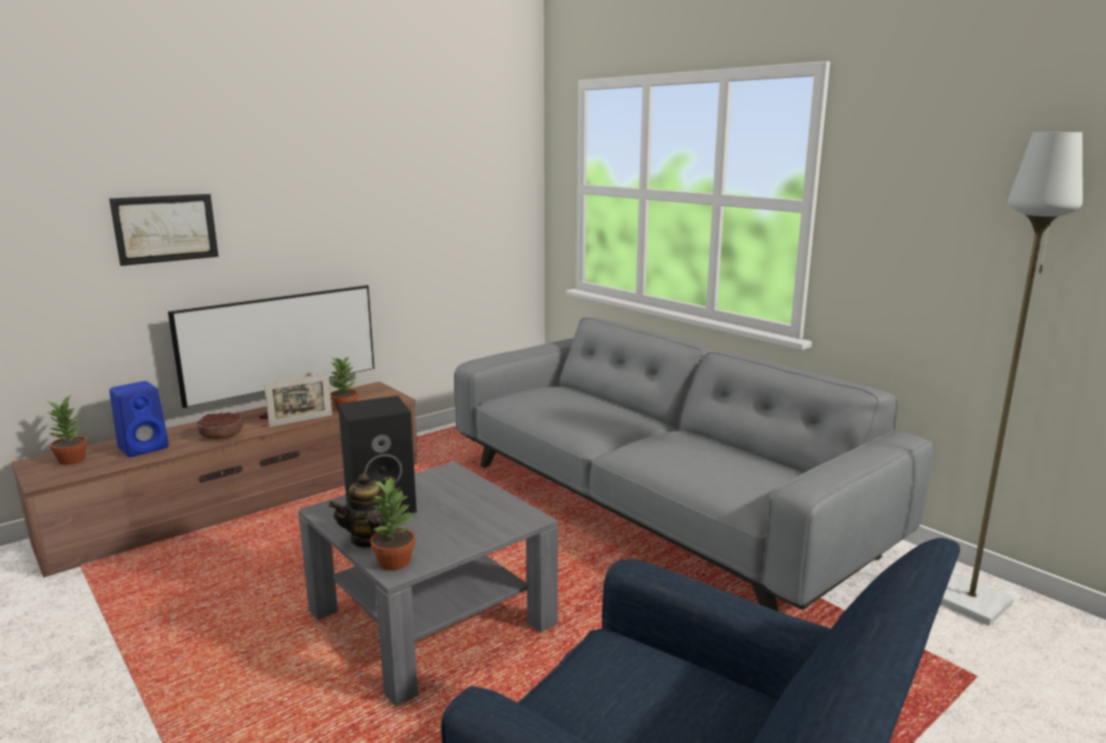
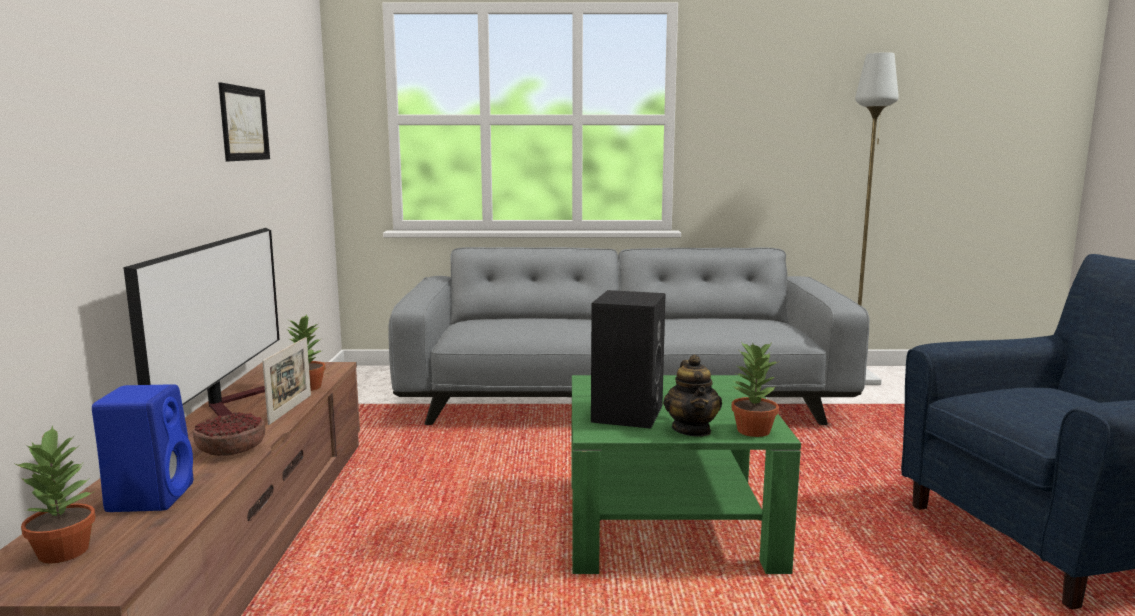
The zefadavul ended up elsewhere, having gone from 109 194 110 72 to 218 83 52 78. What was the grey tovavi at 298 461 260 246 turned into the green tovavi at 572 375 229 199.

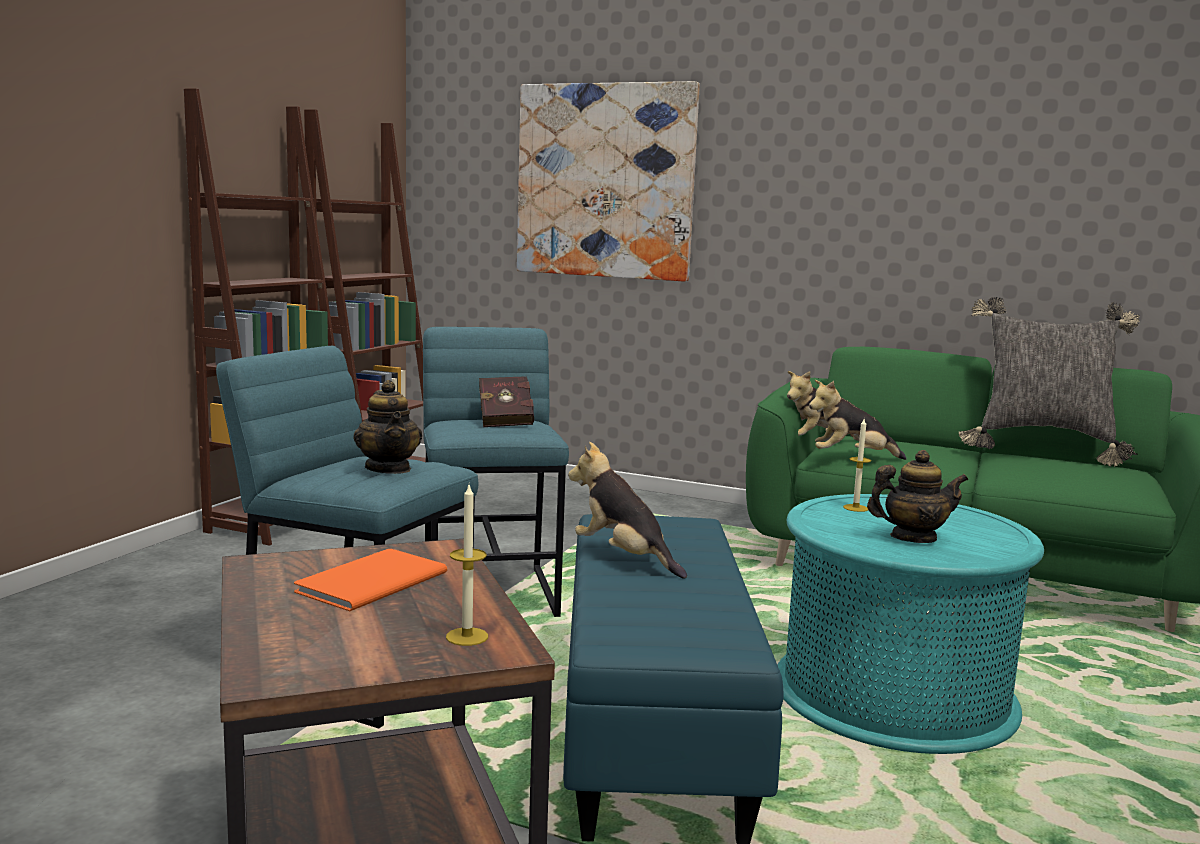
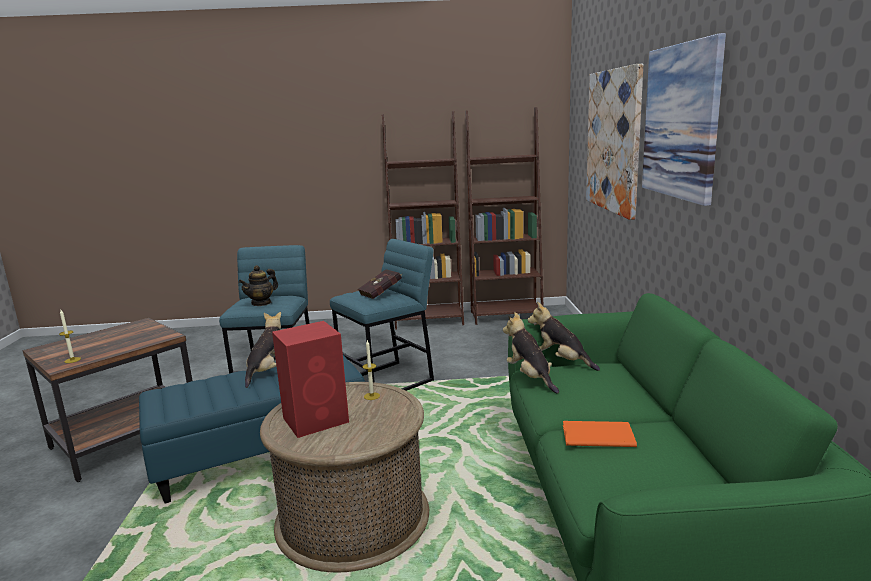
What was the turquoise tovavi at 777 494 267 260 turned into the brown tovavi at 260 382 169 191. Where the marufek stood at 867 450 101 93, the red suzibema came to stand at 272 321 77 117. The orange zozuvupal ended up elsewhere, having gone from 294 549 153 62 to 563 421 74 26. The second view gained the zefadavul at 642 33 84 173. The second view lost the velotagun at 958 297 182 170.

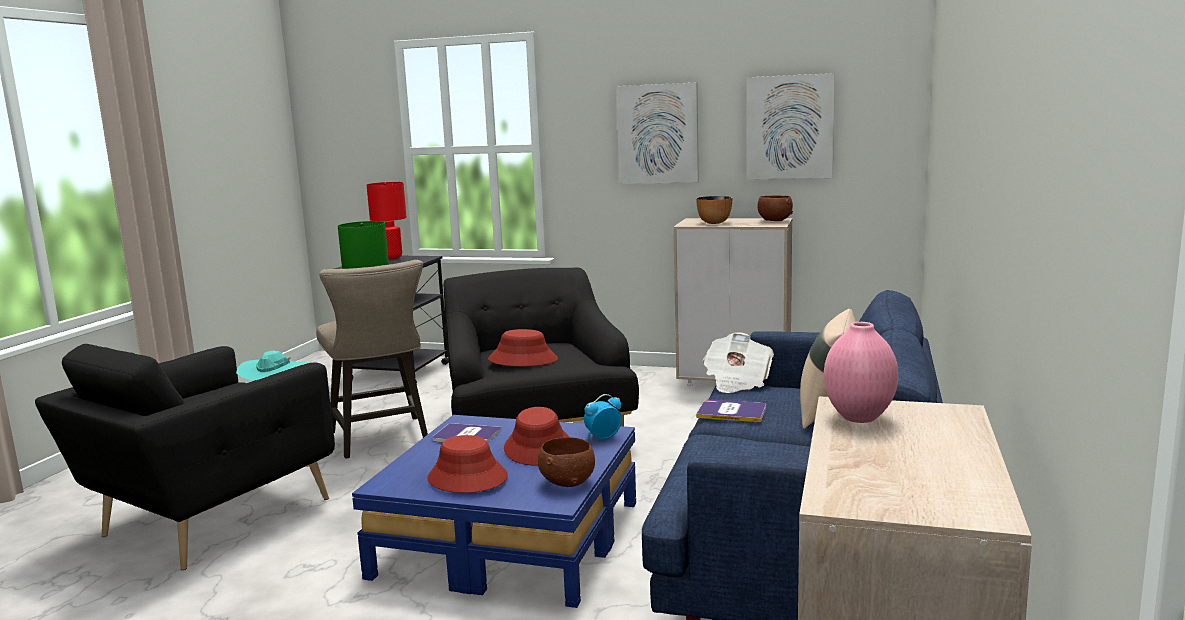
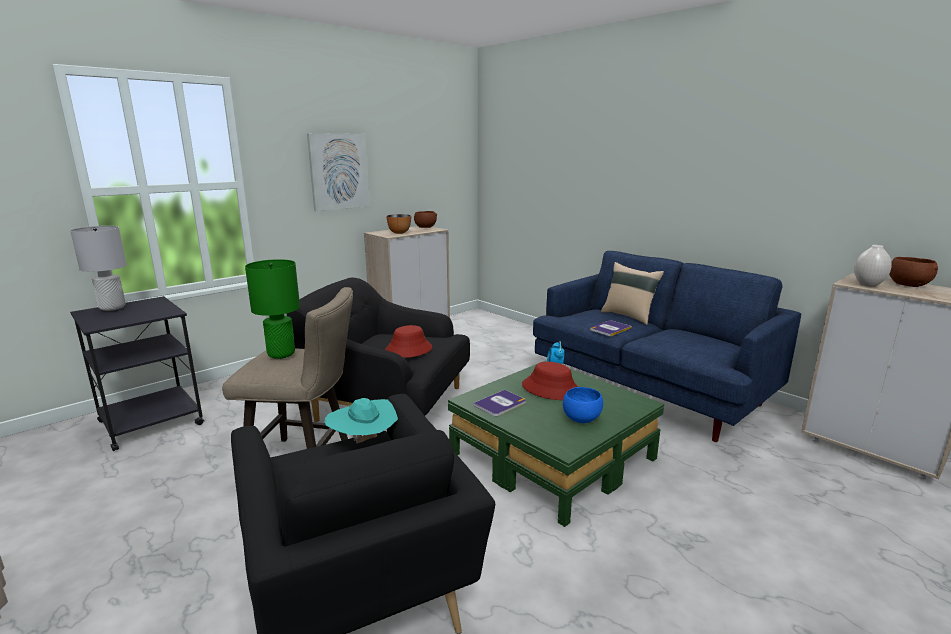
What was the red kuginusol at 367 182 40 77 turned into the grey kuginusol at 70 226 57 85. What was the blue tovavi at 352 415 284 193 turned into the green tovavi at 448 360 216 167. Where the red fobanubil stood at 427 435 81 58, the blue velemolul came to stand at 563 387 40 36. What was the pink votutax at 824 322 74 101 turned into the white votutax at 854 245 38 42. The brown velemolul ended up elsewhere, having gone from 538 437 57 50 to 889 257 49 30. The second view lost the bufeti at 703 332 71 61. The second view lost the zefadavul at 747 73 88 106.

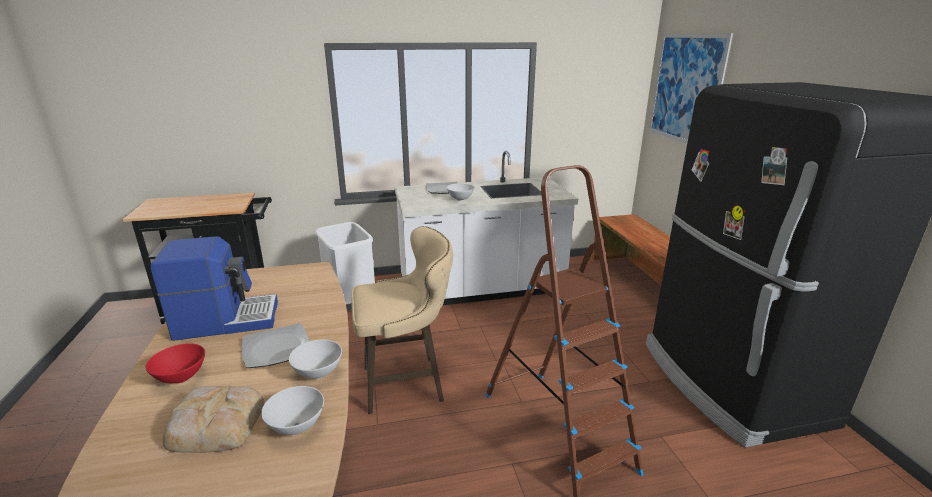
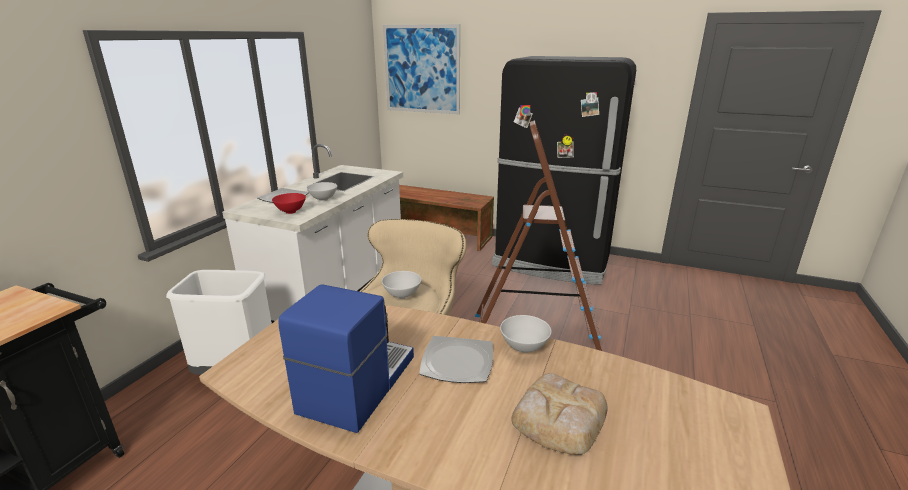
The red velemolul ended up elsewhere, having gone from 146 343 59 40 to 272 193 34 21. The white velemolul ended up elsewhere, having gone from 261 386 63 49 to 382 271 39 28.

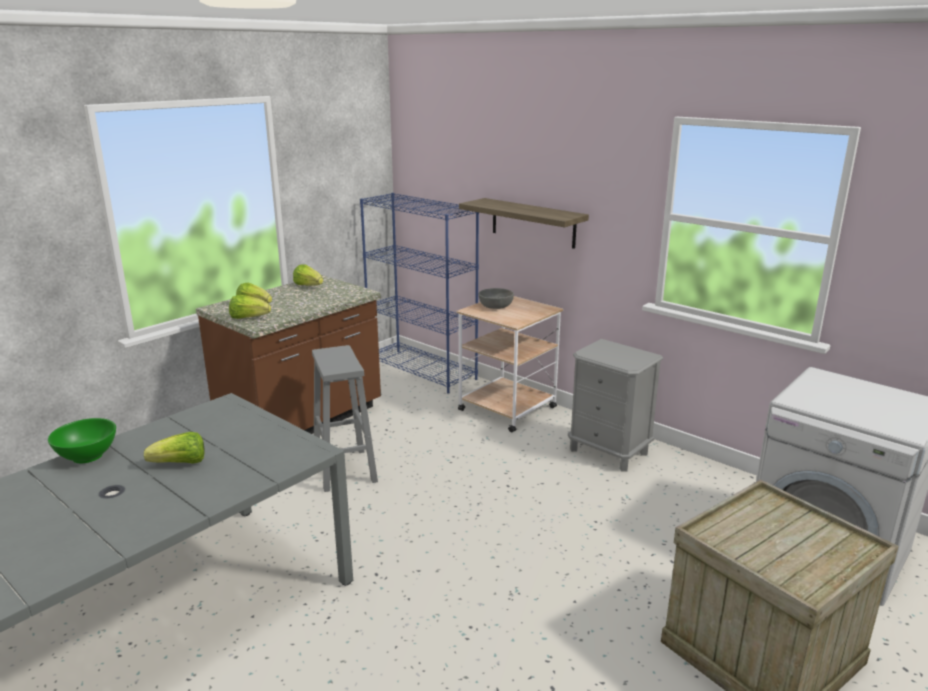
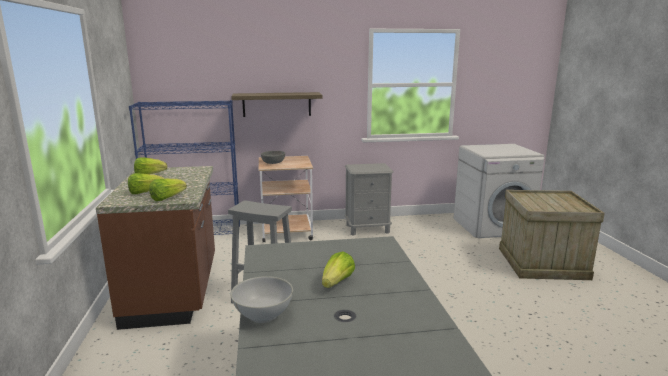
What was the green velemolul at 48 418 68 45 turned into the white velemolul at 231 276 62 47.

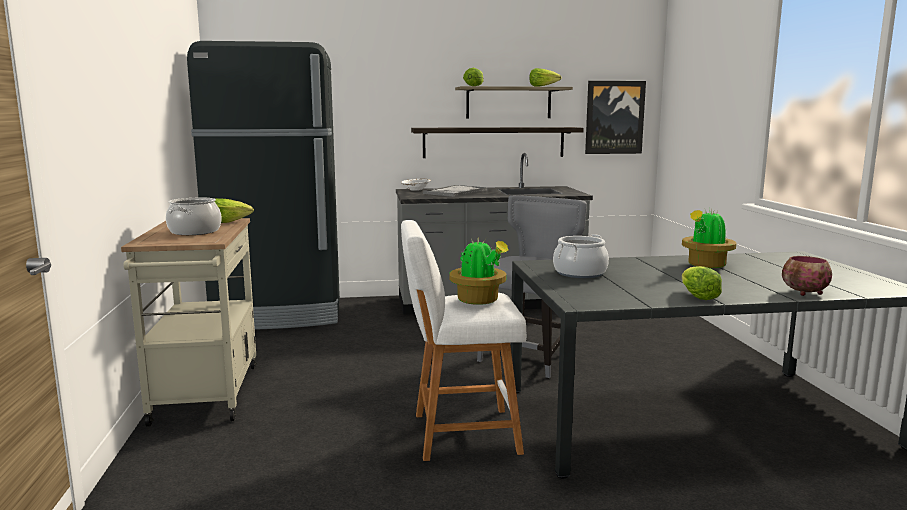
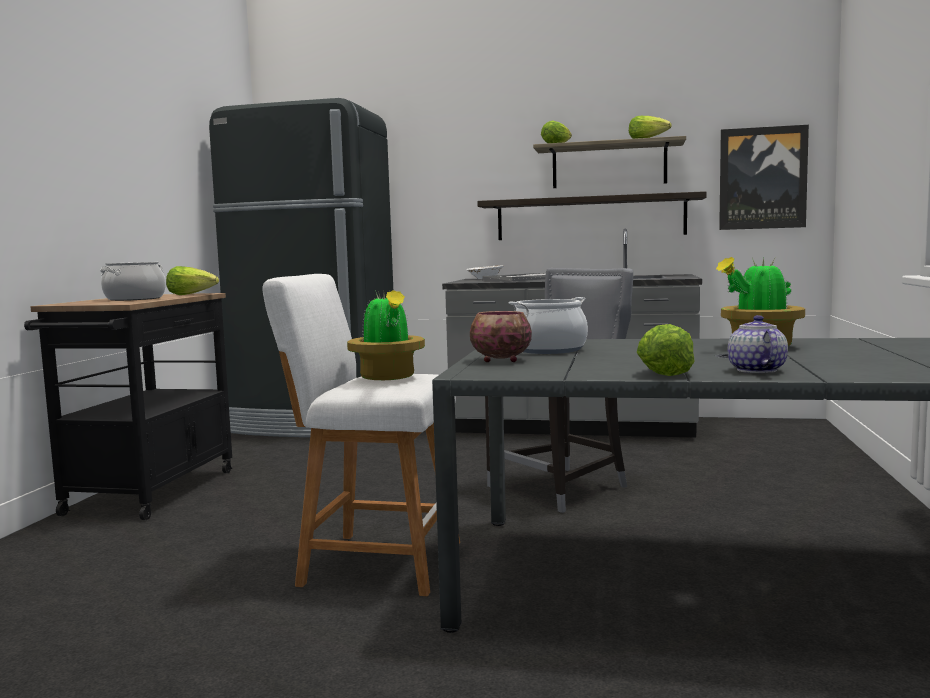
What was the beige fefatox at 121 218 136 208 turned into the black fefatox at 24 293 208 227. The velemolul ended up elsewhere, having gone from 782 256 50 40 to 470 311 62 51. The second view gained the marufek at 728 315 60 58.

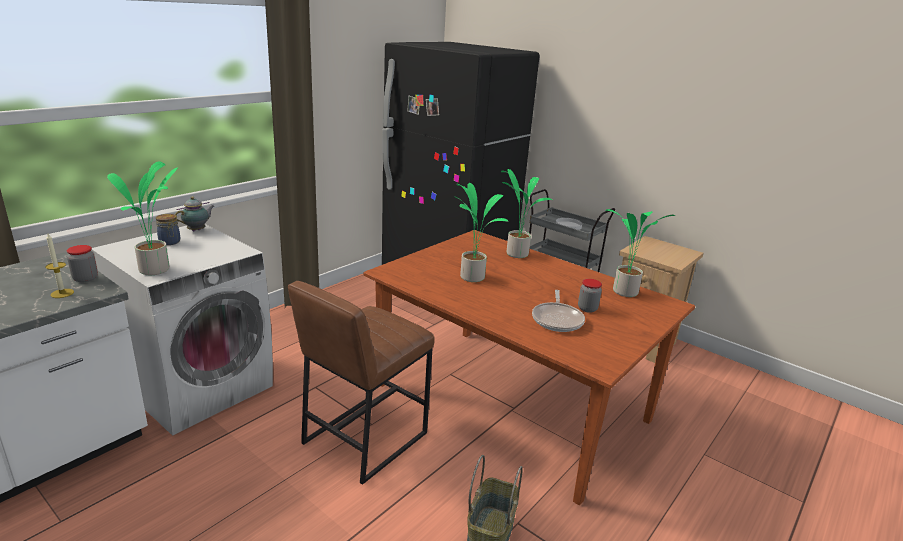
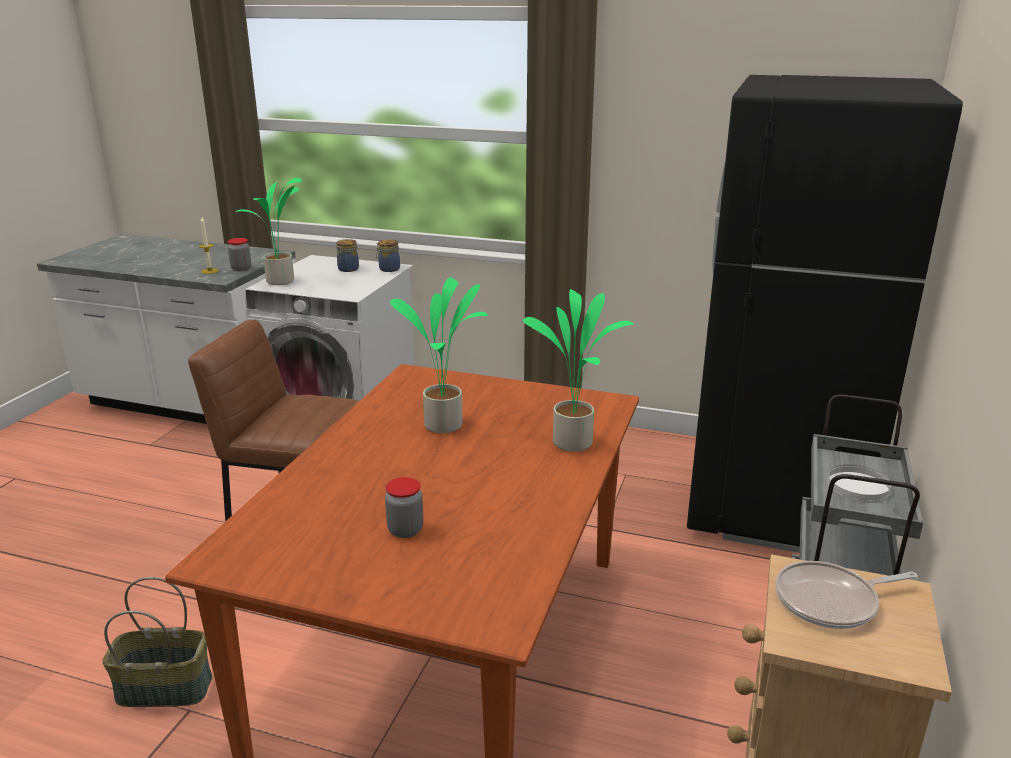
Where the marufek stood at 175 196 39 35, the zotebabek came to stand at 376 239 24 33. The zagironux ended up elsewhere, having gone from 532 290 53 42 to 775 561 143 68. The second view lost the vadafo at 606 209 70 88.

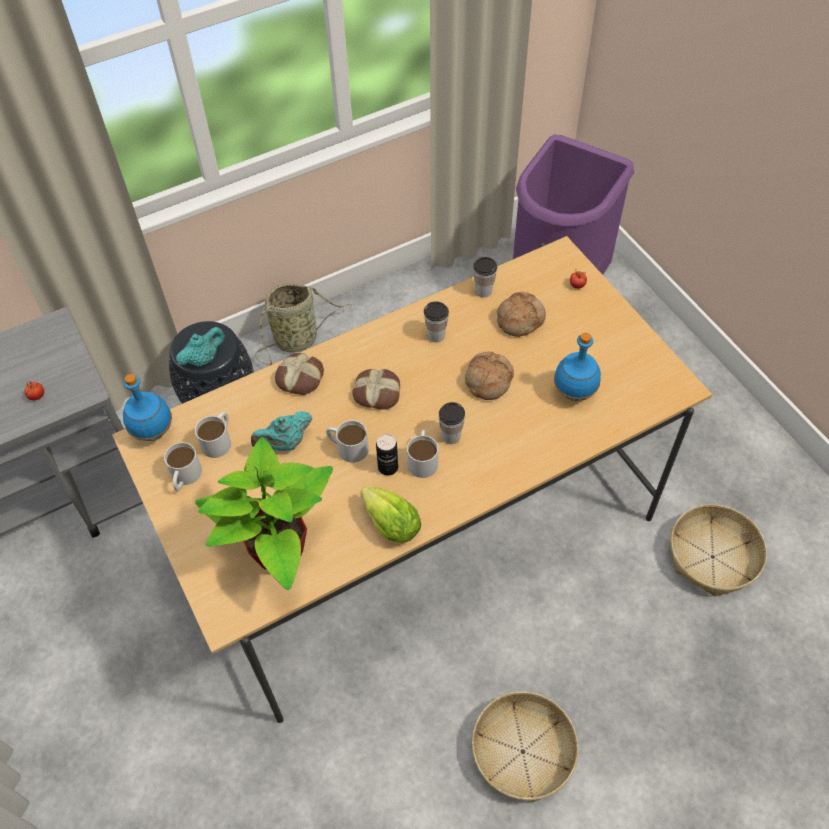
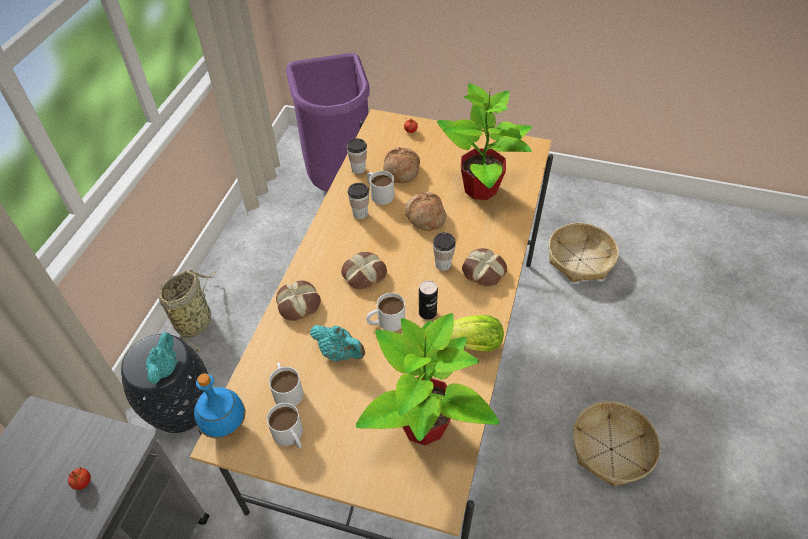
The turquoise marufek at 251 411 61 41 ended up facing another way, 75 degrees counterclockwise from before. The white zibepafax ended up elsewhere, having gone from 407 430 31 48 to 367 171 27 34. Where the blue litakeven stood at 554 333 47 68, the vadafo came to stand at 437 83 95 117. The second view gained the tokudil at 462 248 45 38.

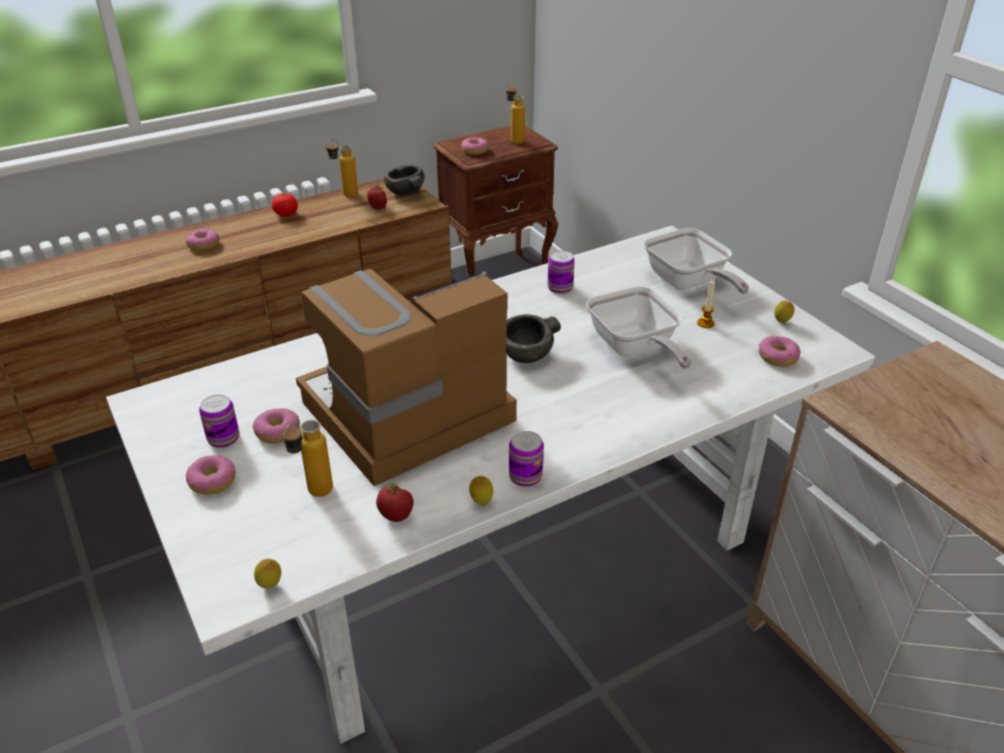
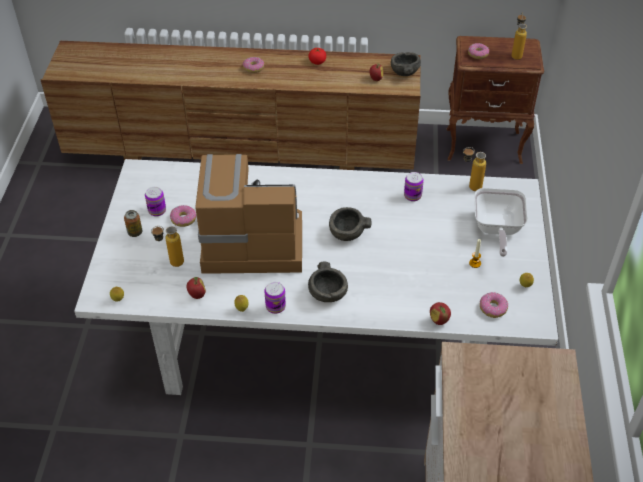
Where the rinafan stood at 186 455 50 40, the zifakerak came to stand at 124 210 18 27. The second view gained the grey velemolul at 308 262 40 40. The second view gained the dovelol at 430 302 21 23. The litakeven ended up elsewhere, having gone from 326 139 32 58 to 463 147 23 44. The second view lost the zagironux at 586 286 105 83.

